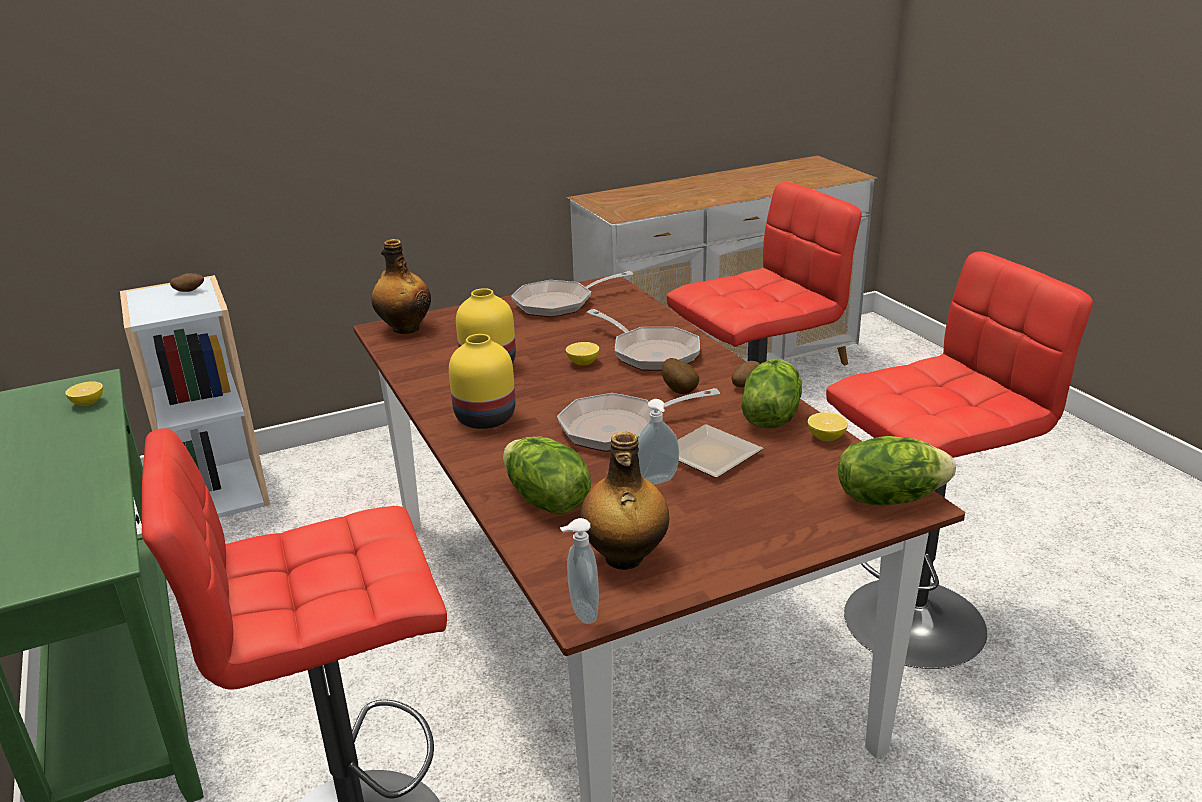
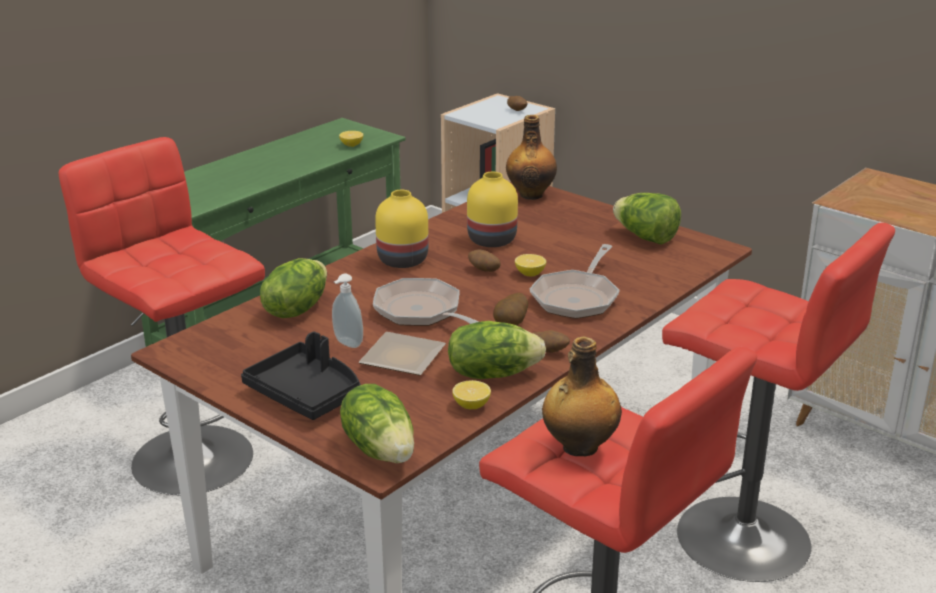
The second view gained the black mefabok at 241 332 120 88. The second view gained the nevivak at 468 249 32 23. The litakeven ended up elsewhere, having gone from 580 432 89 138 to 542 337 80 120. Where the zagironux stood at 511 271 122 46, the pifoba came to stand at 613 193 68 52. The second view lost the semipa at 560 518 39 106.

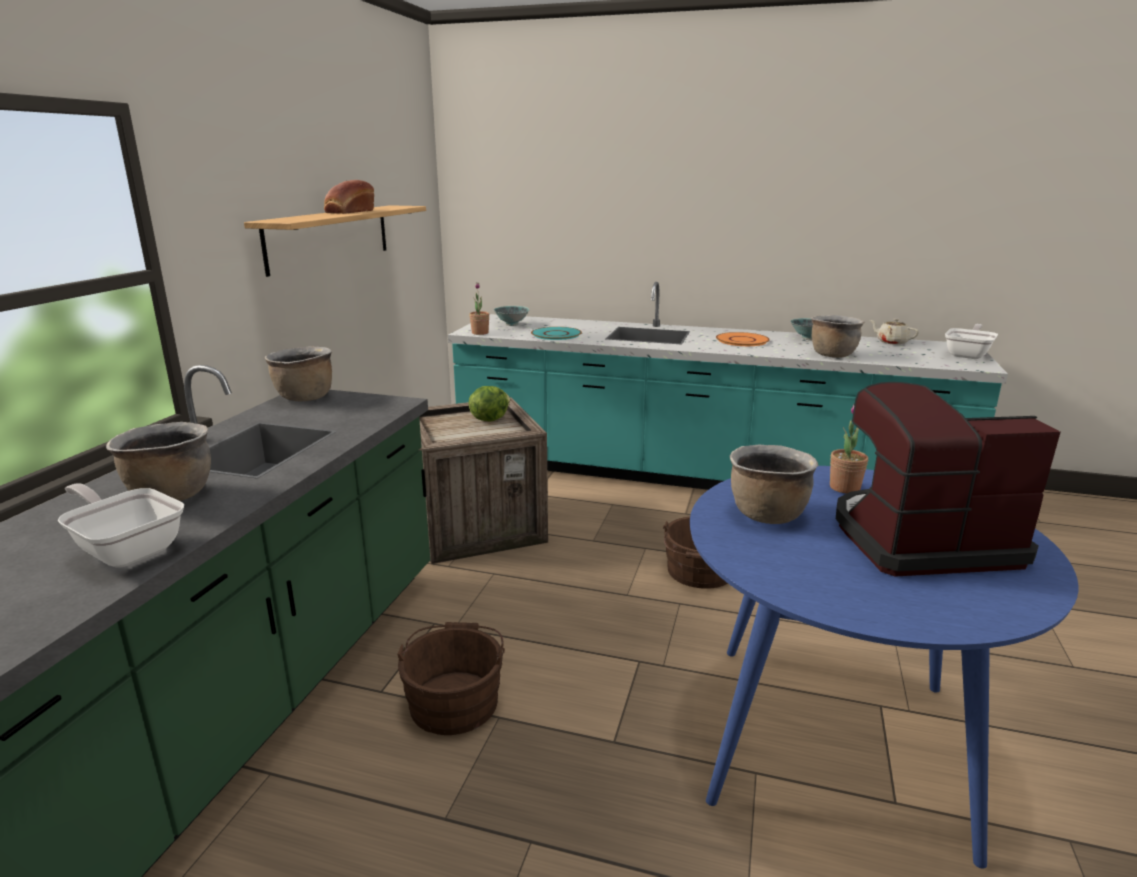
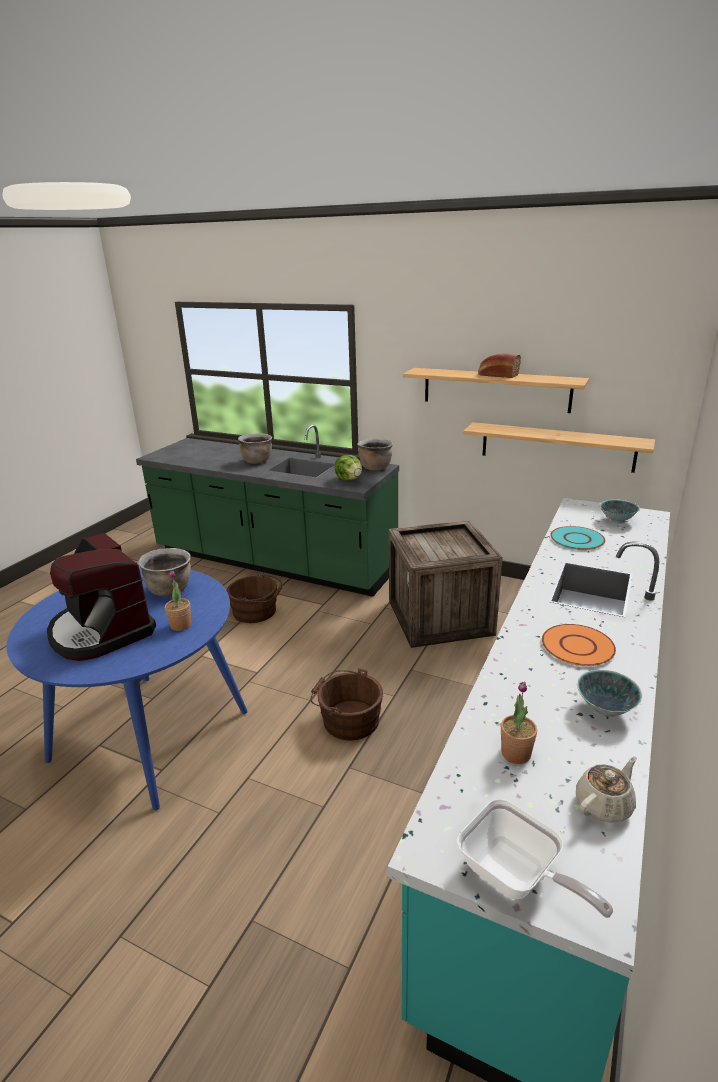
The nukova at 836 382 225 195 ended up facing another way, 135 degrees clockwise from before. The pifoba ended up elsewhere, having gone from 468 386 42 36 to 334 455 28 26. The second view gained the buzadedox at 463 422 192 51. The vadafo ended up elsewhere, having gone from 469 282 21 53 to 501 682 36 82. The second view lost the zagironux at 57 484 127 83. The second view lost the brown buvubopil at 811 315 53 43.

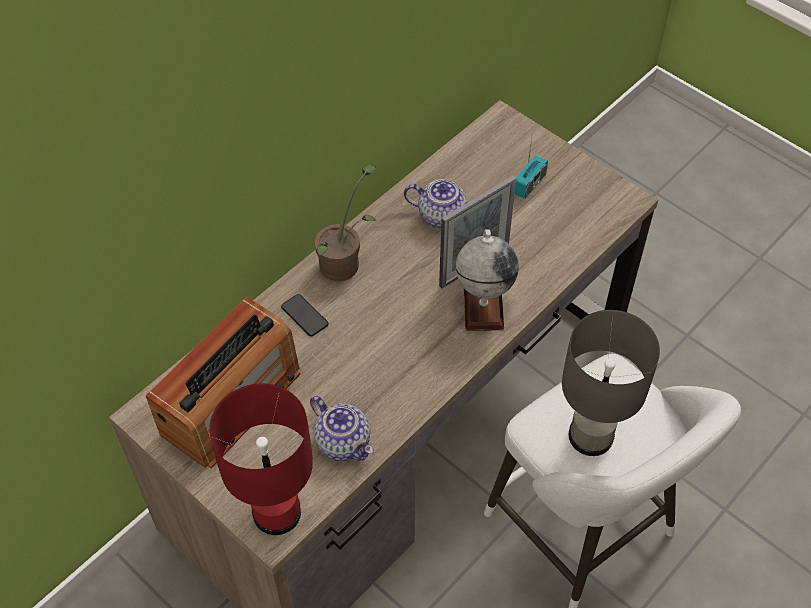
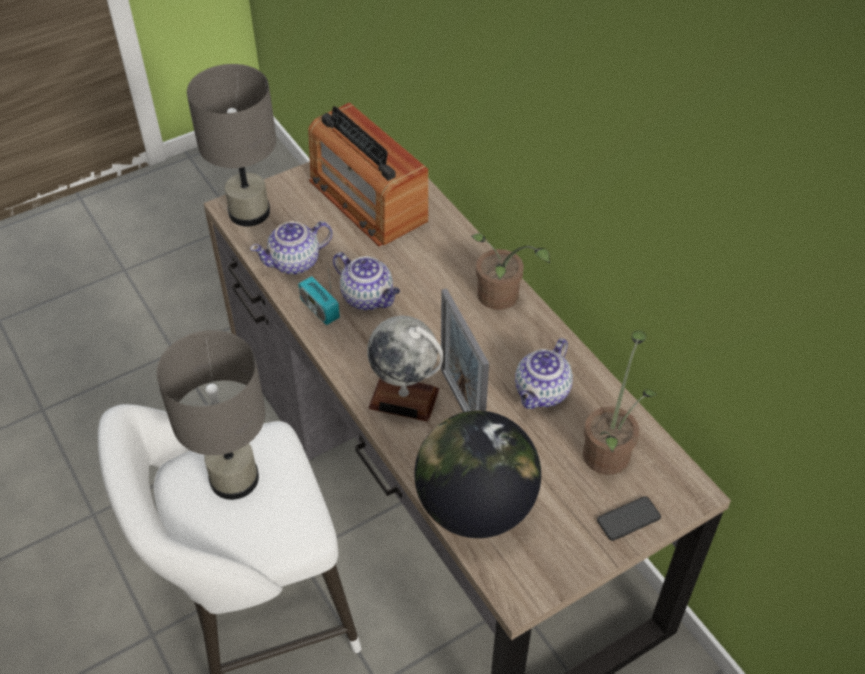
What was the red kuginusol at 209 384 104 151 turned into the grey kuginusol at 187 64 89 162. The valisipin ended up elsewhere, having gone from 515 138 33 61 to 298 261 42 64. The second view gained the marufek at 333 252 67 58. The second view gained the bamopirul at 414 411 127 127. The second view gained the vadafo at 583 331 74 144. The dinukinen ended up elsewhere, having gone from 281 294 48 43 to 597 496 64 45.

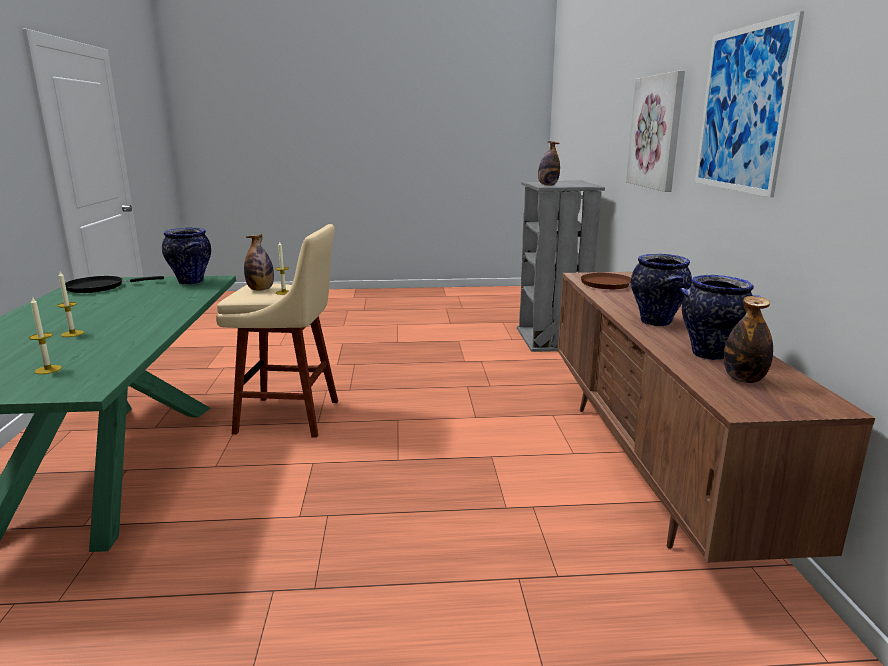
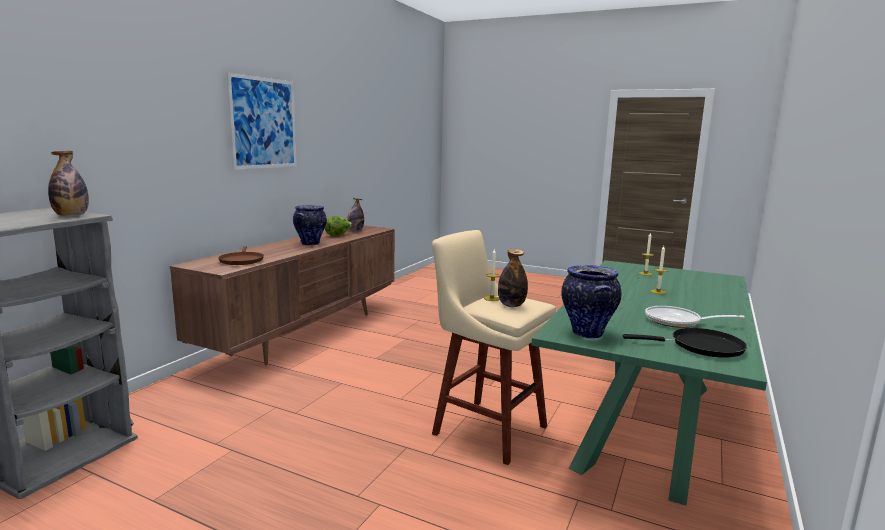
Where the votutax stood at 681 275 79 85, the pifoba came to stand at 325 216 27 20. The second view gained the zagironux at 645 306 100 22. The second view lost the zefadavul at 626 71 59 121.

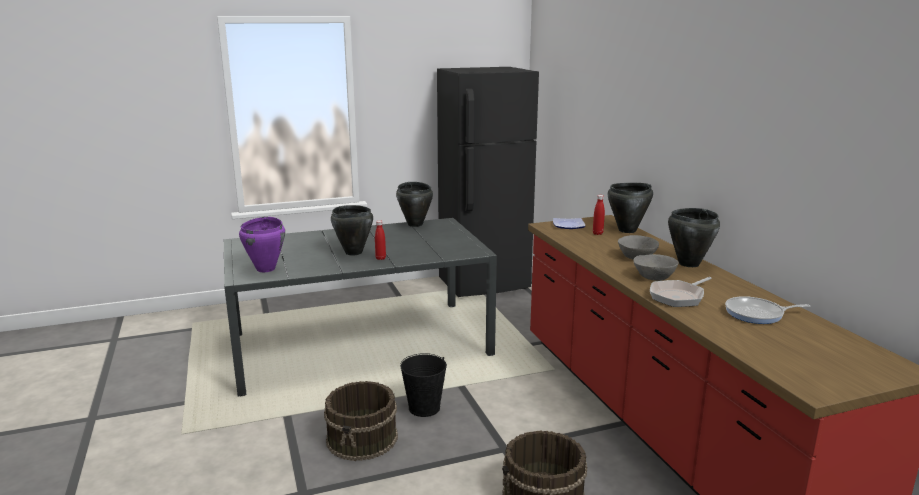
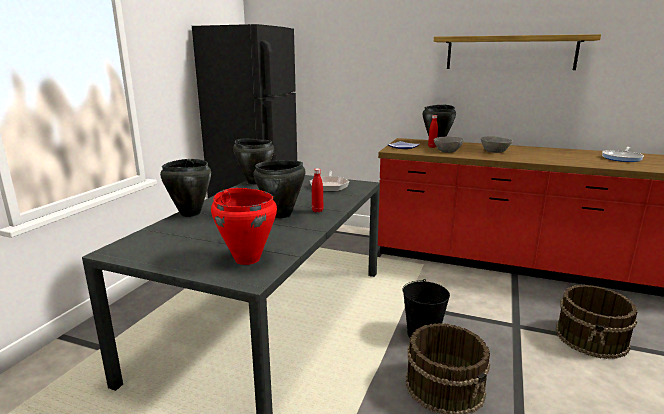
The black buvubopil ended up elsewhere, having gone from 668 208 52 59 to 160 159 51 58. What was the purple buvubopil at 239 217 46 55 turned into the red buvubopil at 211 188 66 77. The zagironux ended up elsewhere, having gone from 650 277 62 30 to 310 171 40 20. The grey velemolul ended up elsewhere, having gone from 633 254 46 27 to 433 137 31 16. The second view gained the buzadedox at 434 34 167 36.

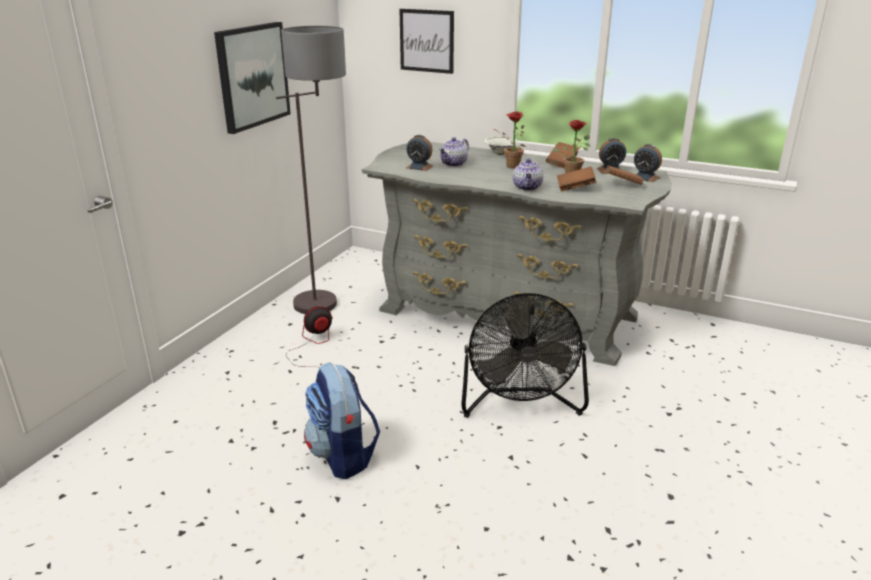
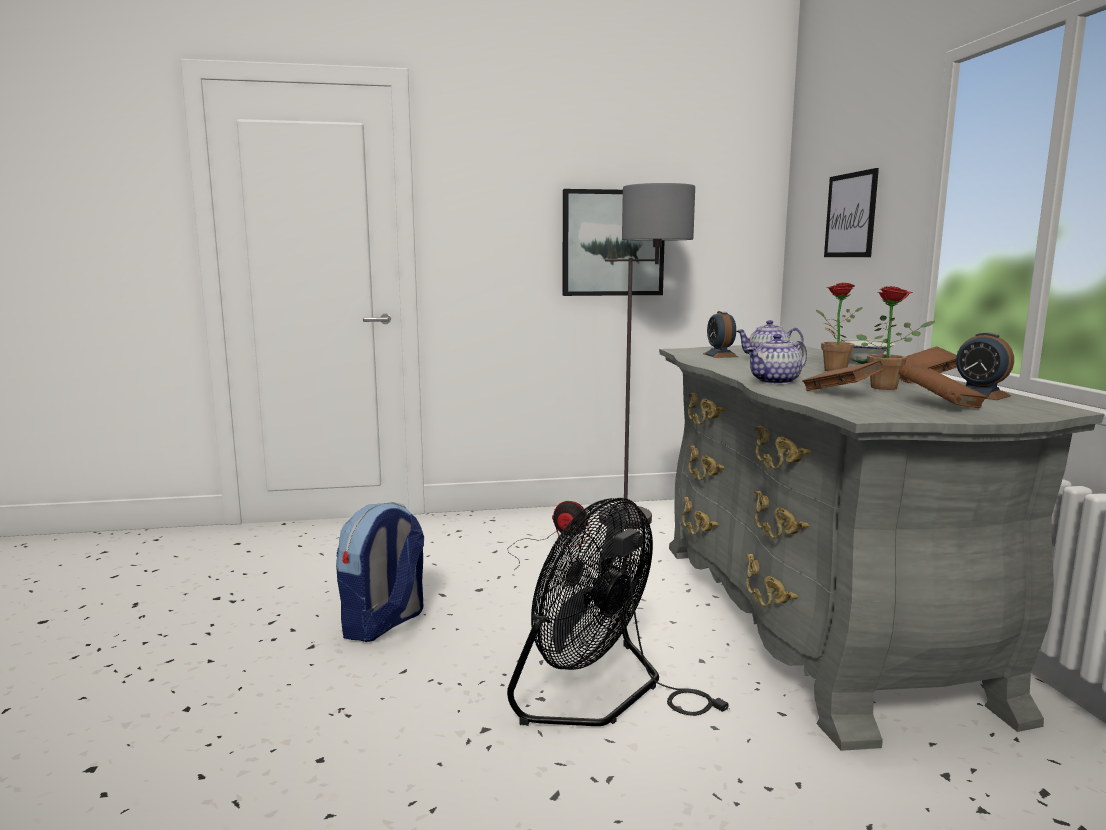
The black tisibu at 462 293 127 125 ended up facing another way, 75 degrees clockwise from before. The second view lost the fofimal at 634 144 28 38.

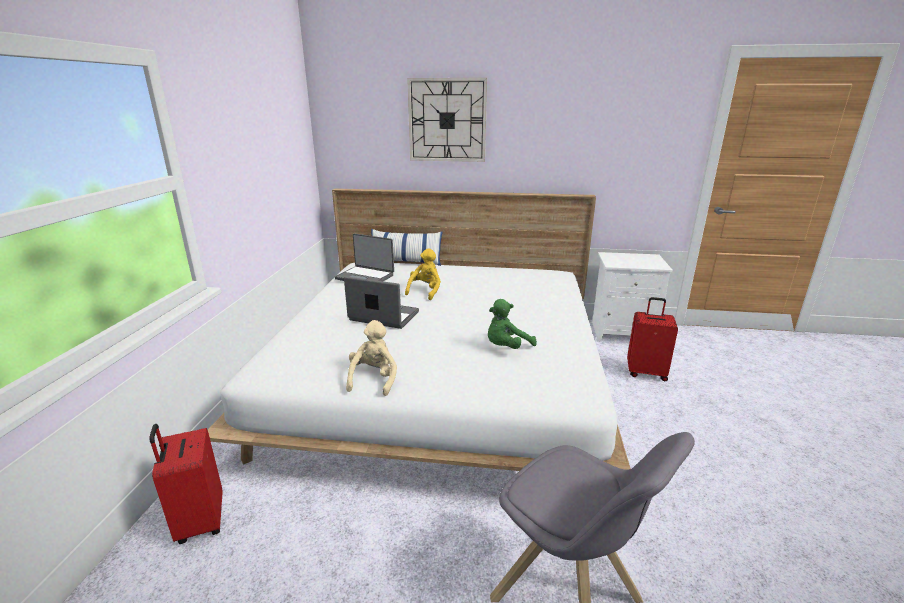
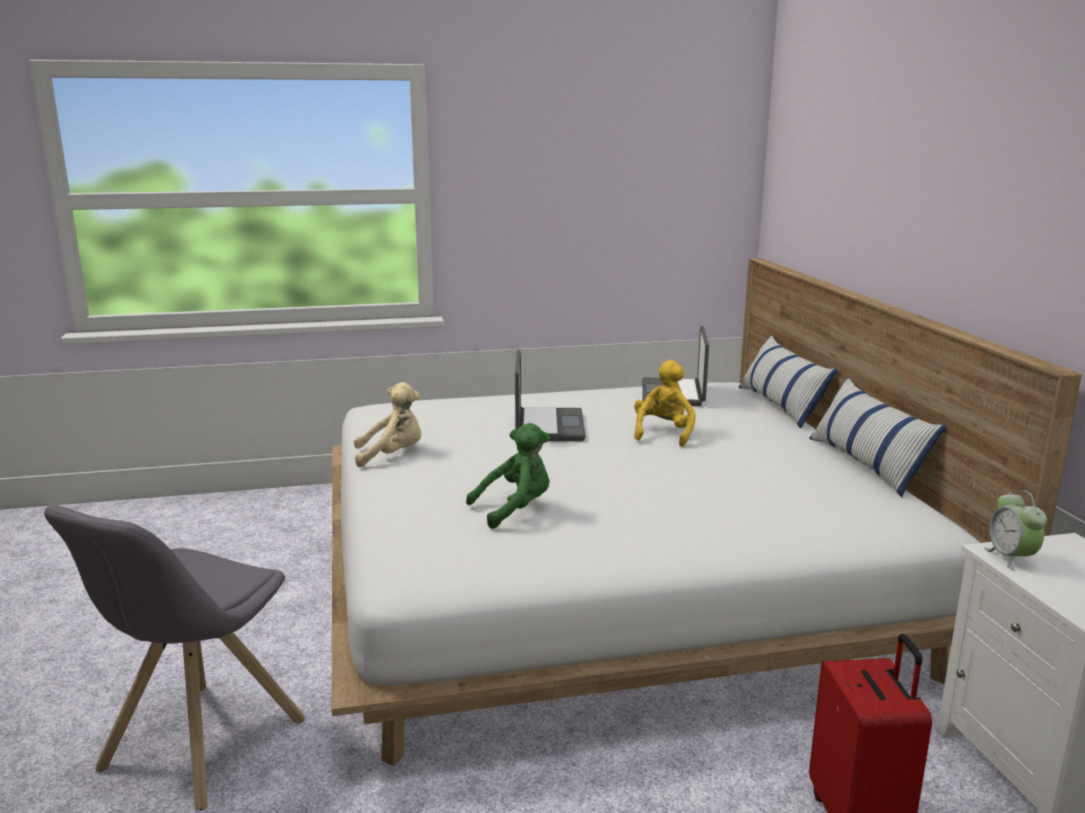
The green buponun at 488 299 49 50 ended up facing another way, 120 degrees clockwise from before. The yellow buponun at 405 248 36 52 ended up facing another way, 75 degrees counterclockwise from before. The second view gained the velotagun at 809 377 138 120. The second view gained the fofimal at 984 490 63 81. The second view lost the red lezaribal at 149 424 74 120. The second view lost the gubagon at 407 78 80 84.

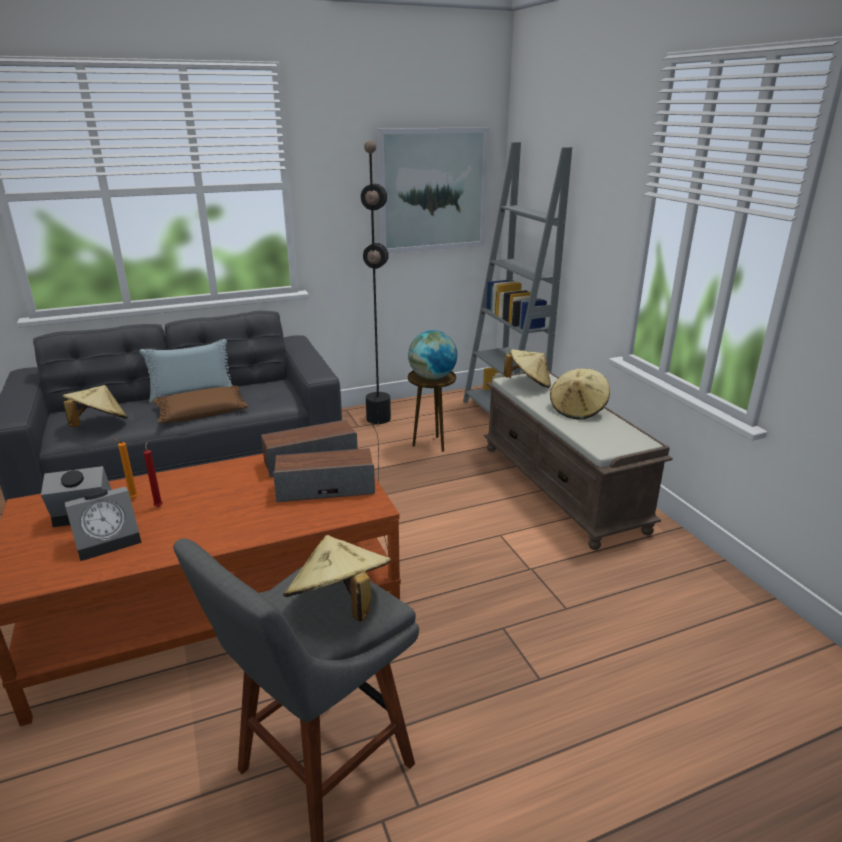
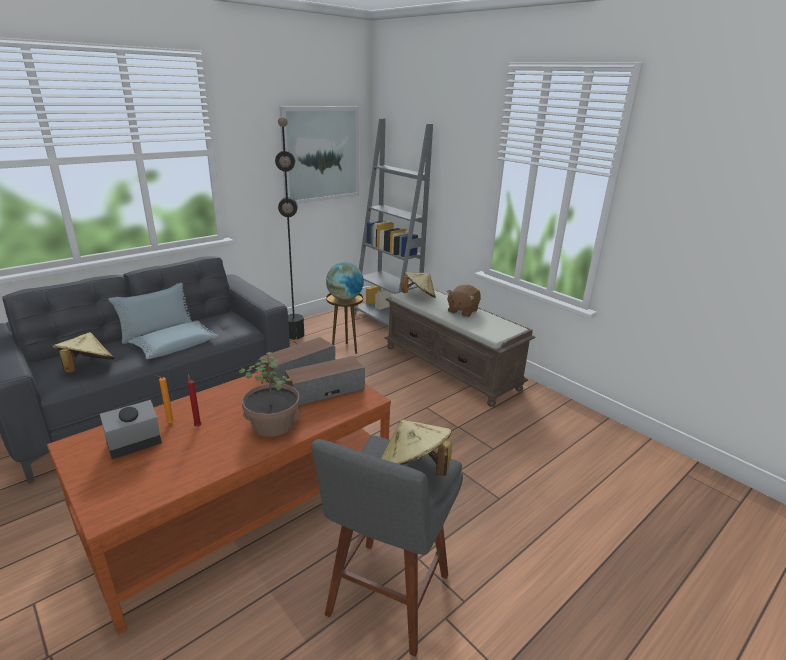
What was the brown velotagun at 152 385 97 38 turned into the blue velotagun at 128 320 90 39. The second view gained the vadafo at 238 352 63 85. Where the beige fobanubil stood at 550 369 60 50, the brown buponun came to stand at 447 285 34 32. The second view lost the fofimal at 65 487 77 74.

